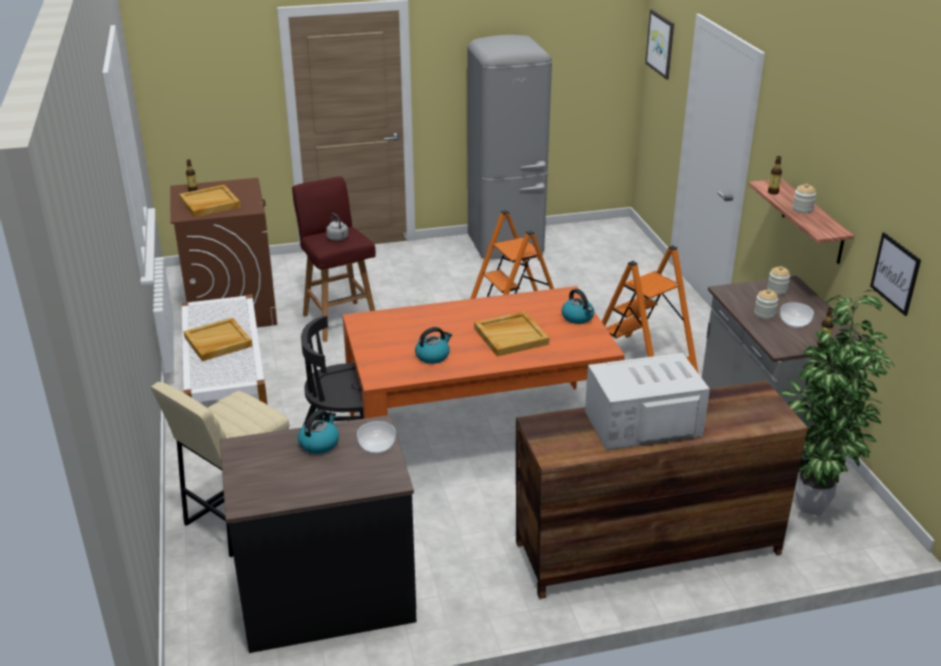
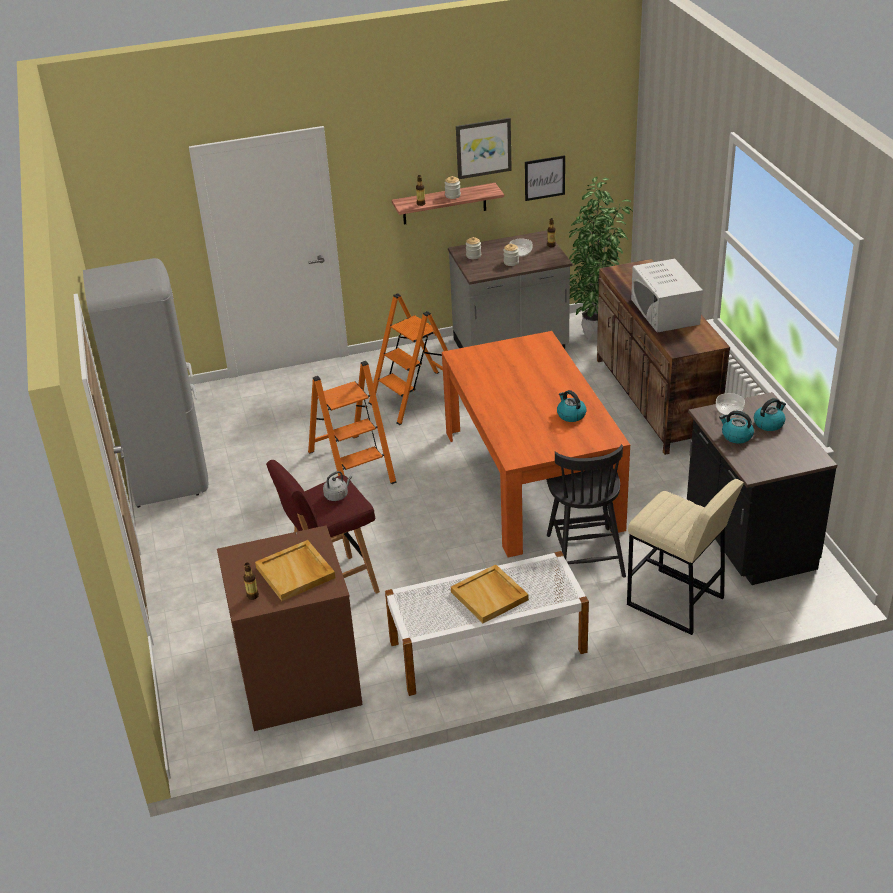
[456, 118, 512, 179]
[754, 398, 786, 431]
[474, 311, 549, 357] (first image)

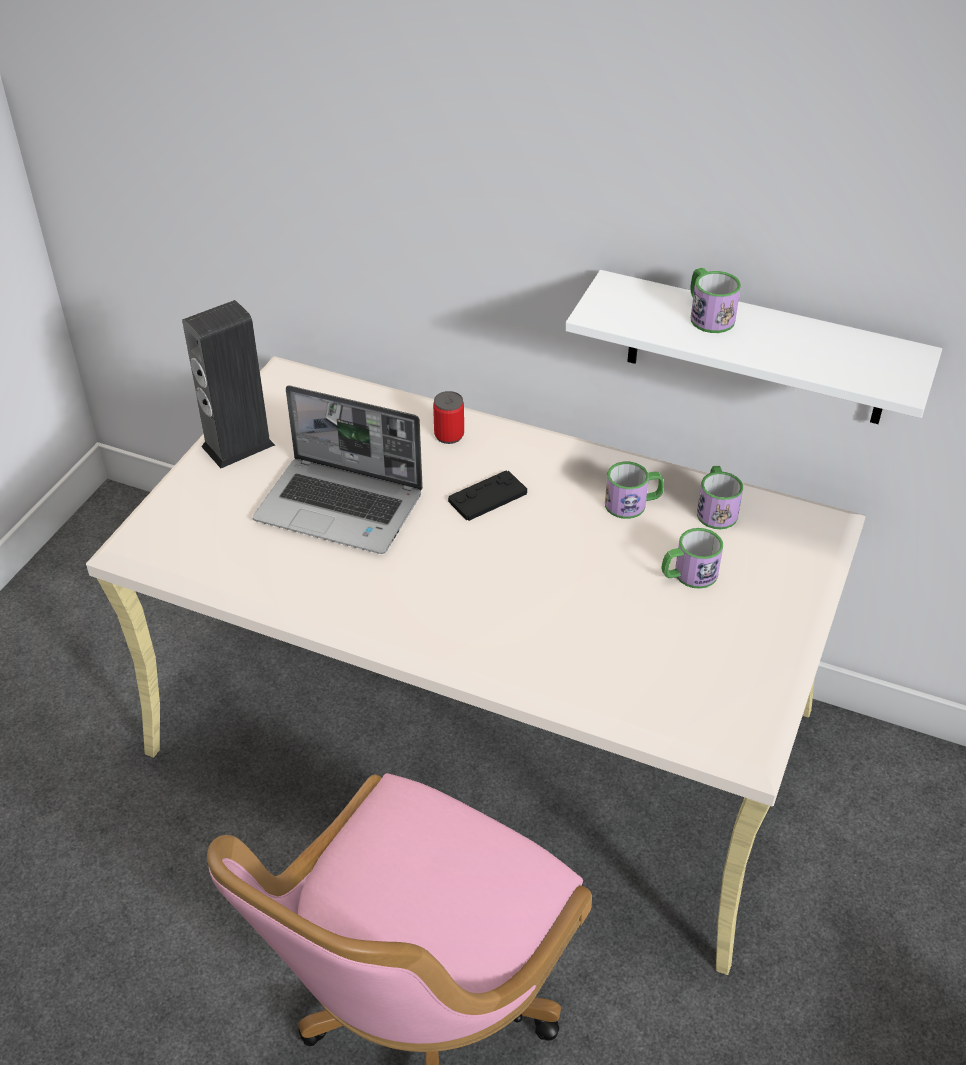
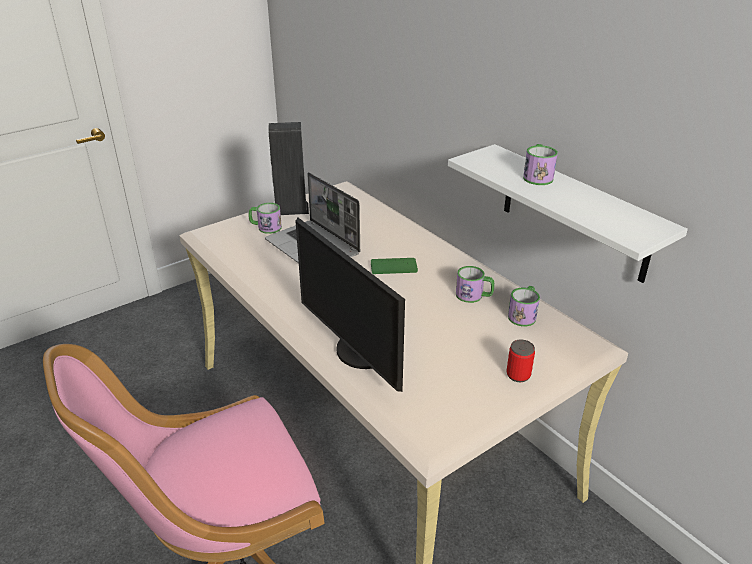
[507, 340, 535, 382]
[371, 258, 418, 274]
[249, 203, 282, 234]
[296, 218, 405, 392]

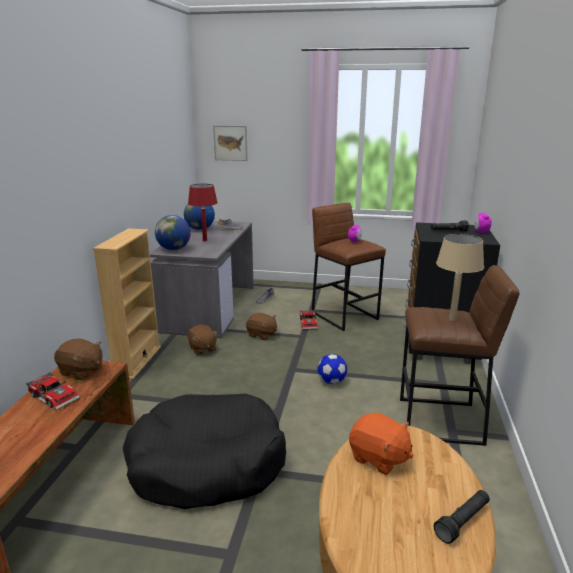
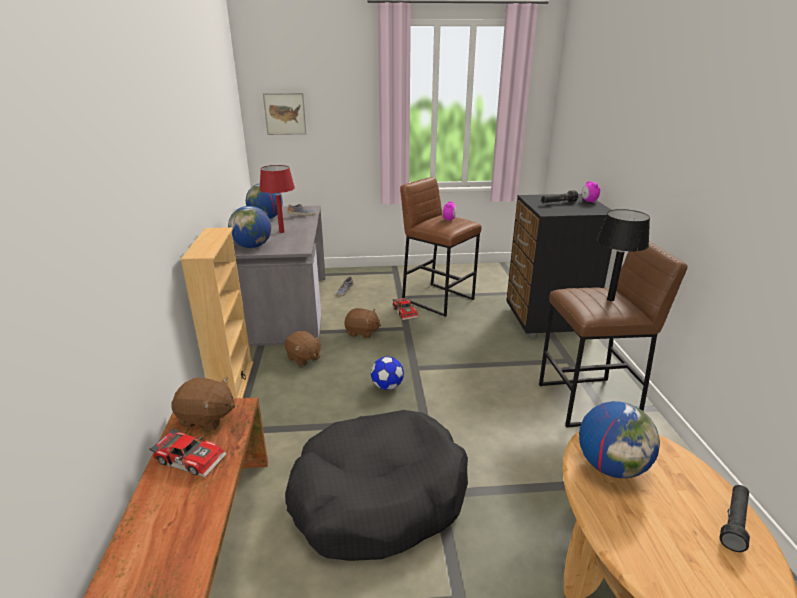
[597, 209, 650, 301]
[371, 357, 404, 390]
[579, 401, 660, 478]

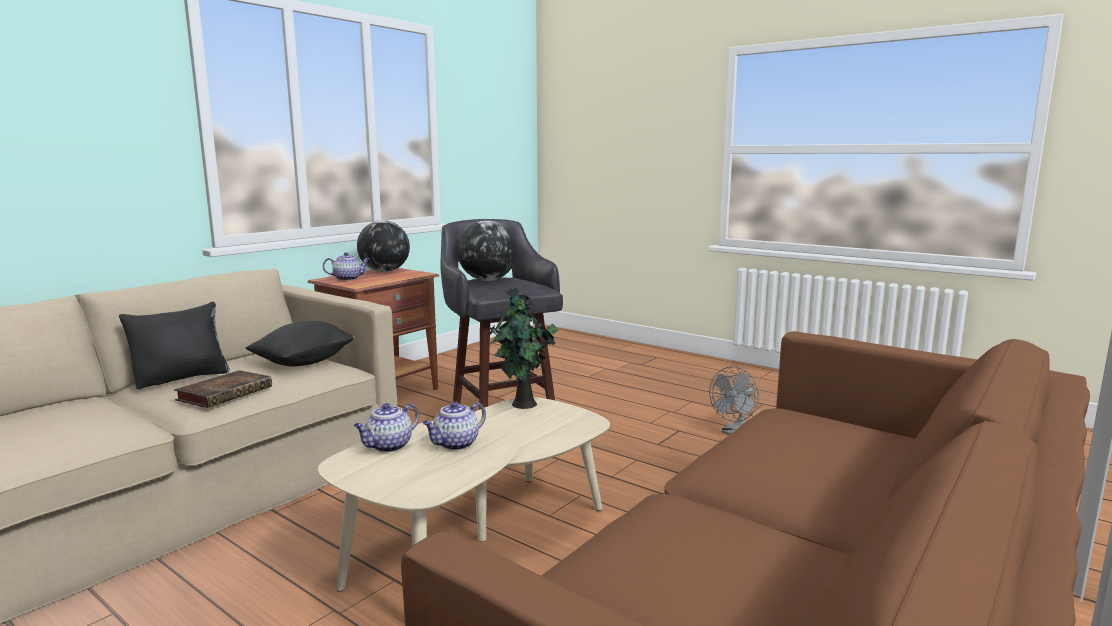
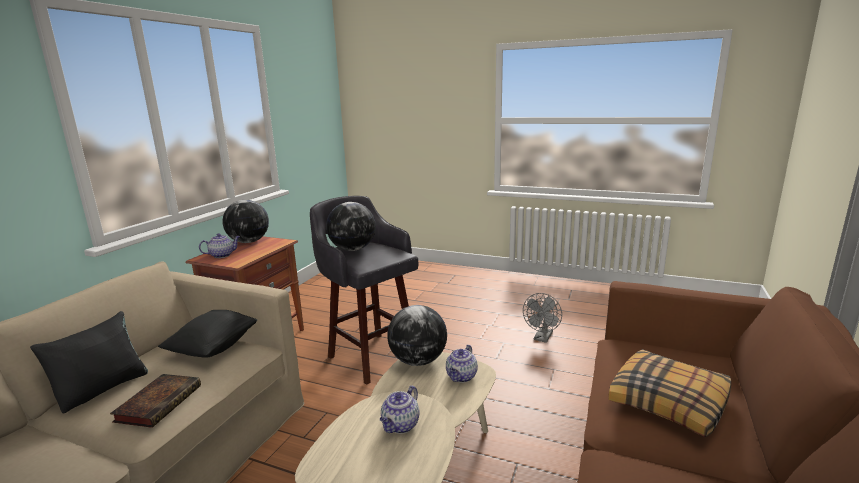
[387, 305, 447, 366]
[446, 345, 478, 382]
[608, 349, 731, 437]

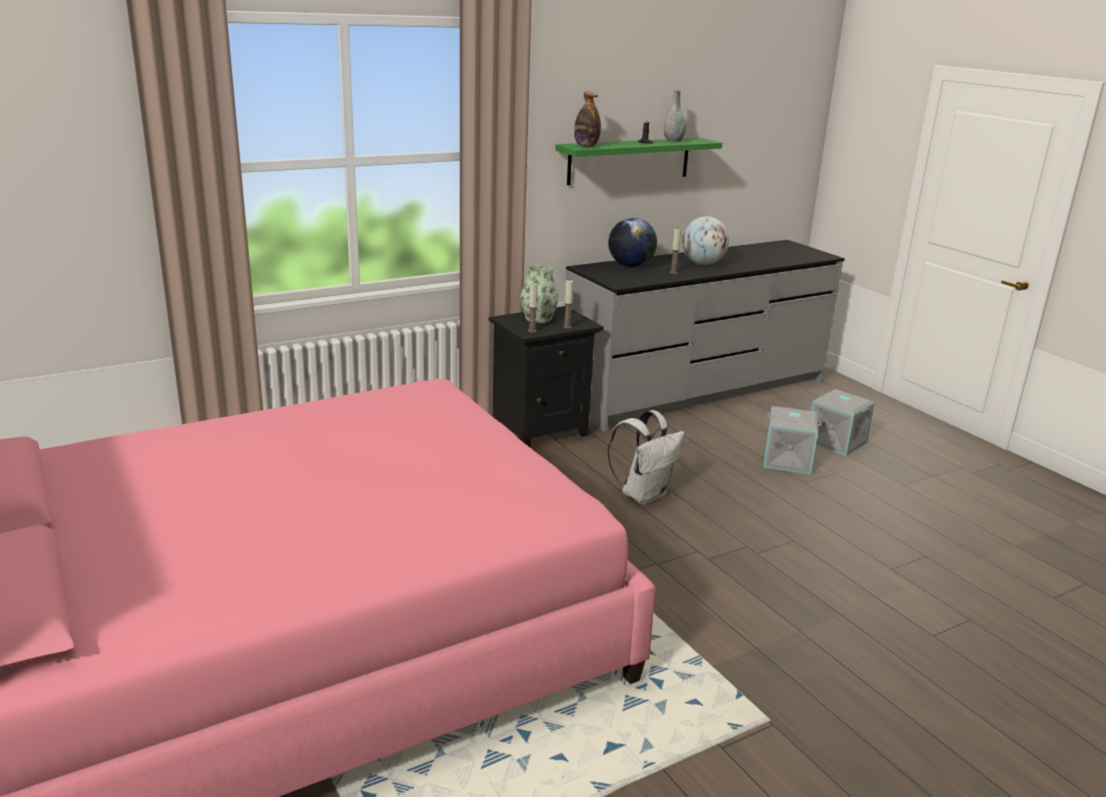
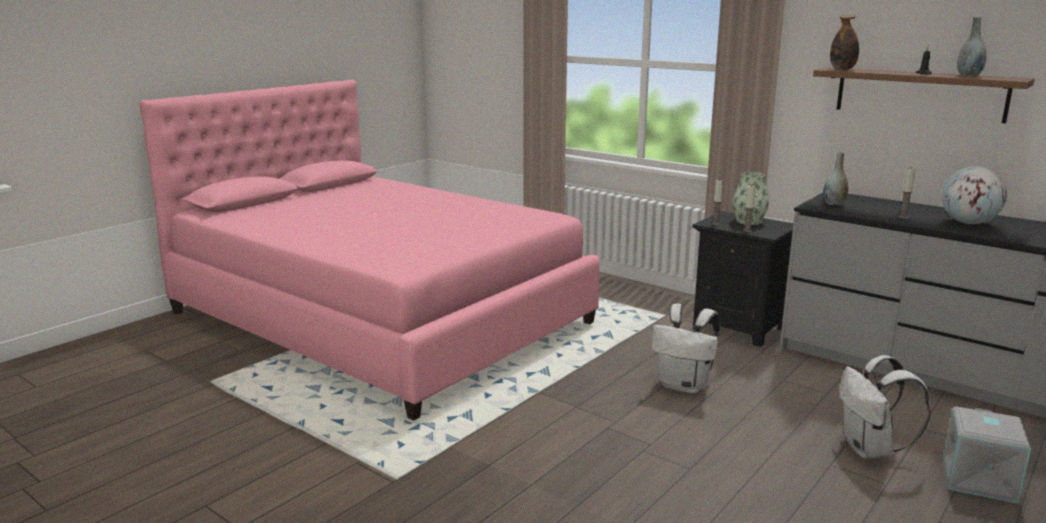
[813, 67, 1035, 123]
[608, 218, 657, 267] (first image)
[839, 355, 931, 459]
[823, 152, 848, 206]

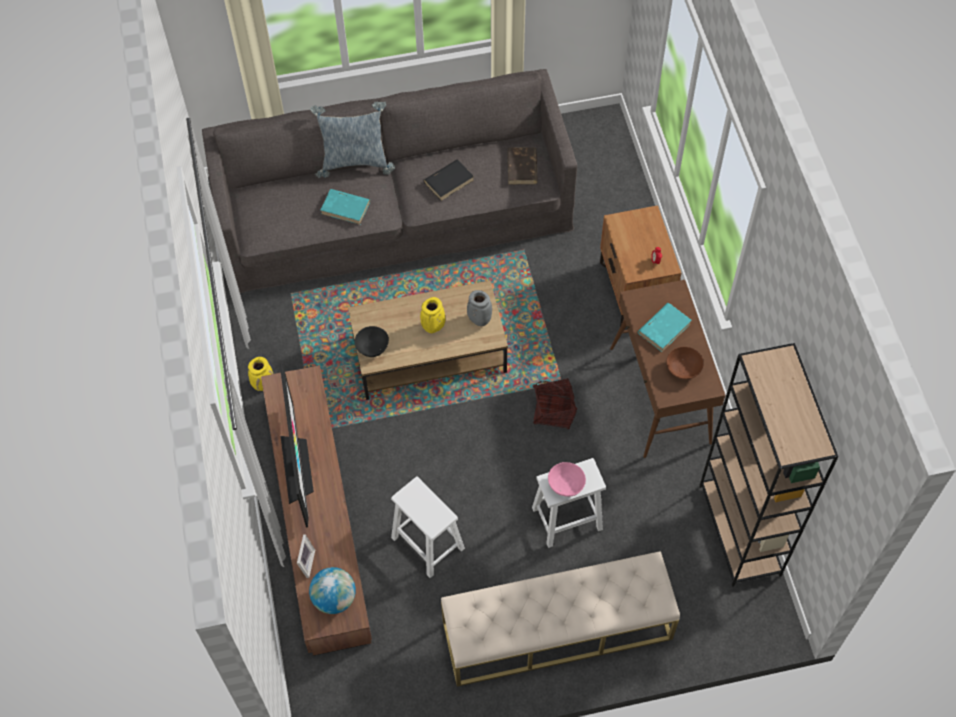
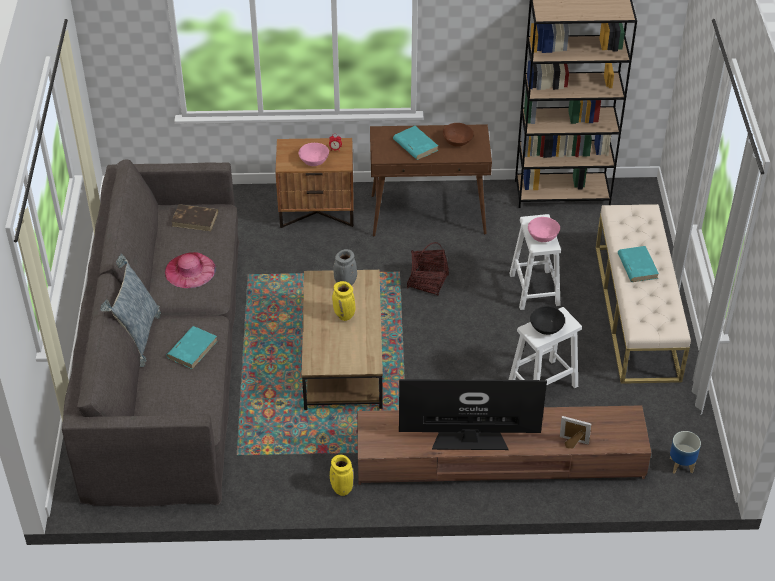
[165, 252, 216, 288]
[530, 306, 565, 335]
[309, 567, 356, 614] (first image)
[299, 143, 329, 166]
[618, 246, 659, 282]
[670, 431, 701, 473]

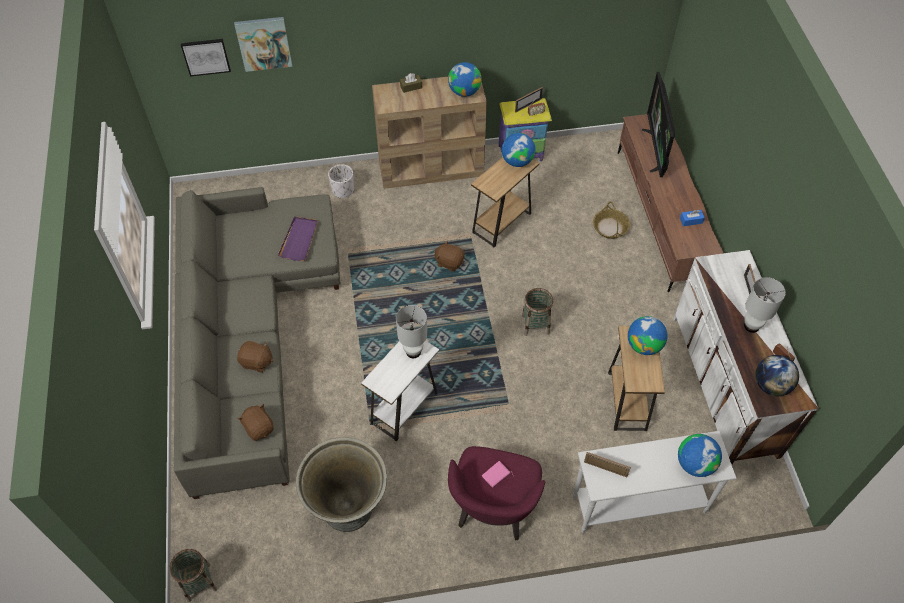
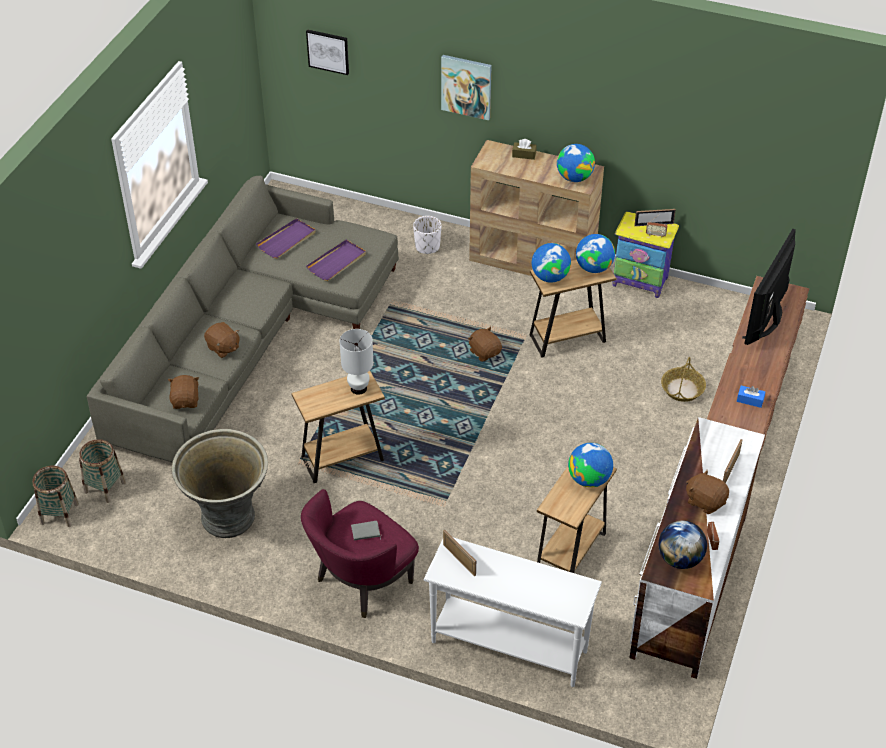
[441, 55, 492, 120]
[686, 470, 729, 514]
[79, 439, 126, 503]
[291, 371, 385, 483]
[532, 243, 571, 283]
[351, 521, 381, 540]
[256, 218, 316, 258]

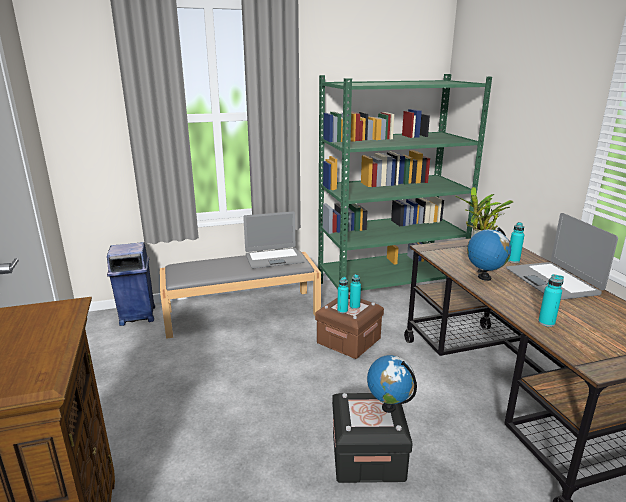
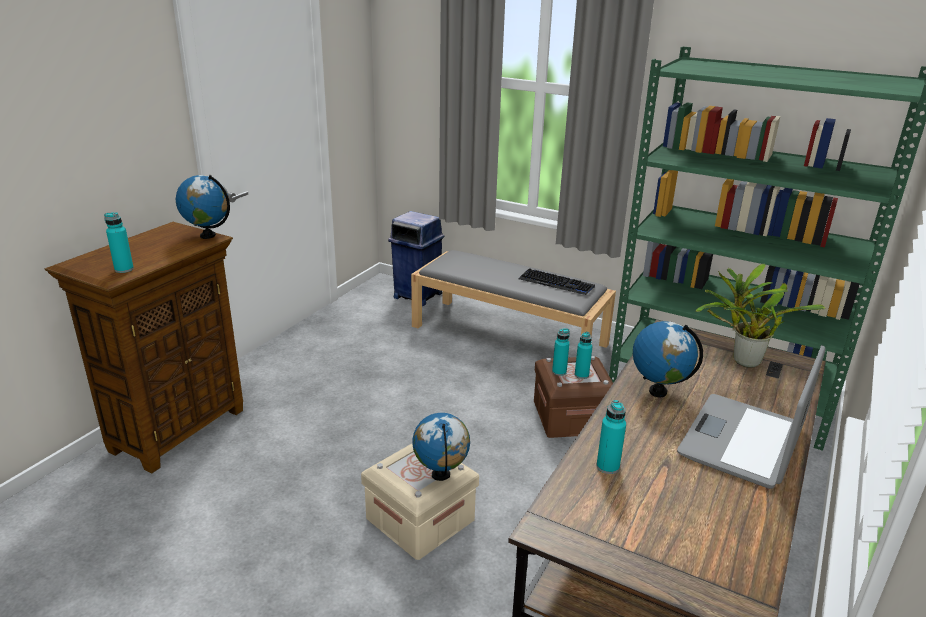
[519, 268, 595, 295]
[104, 212, 134, 273]
[361, 444, 479, 560]
[176, 175, 230, 239]

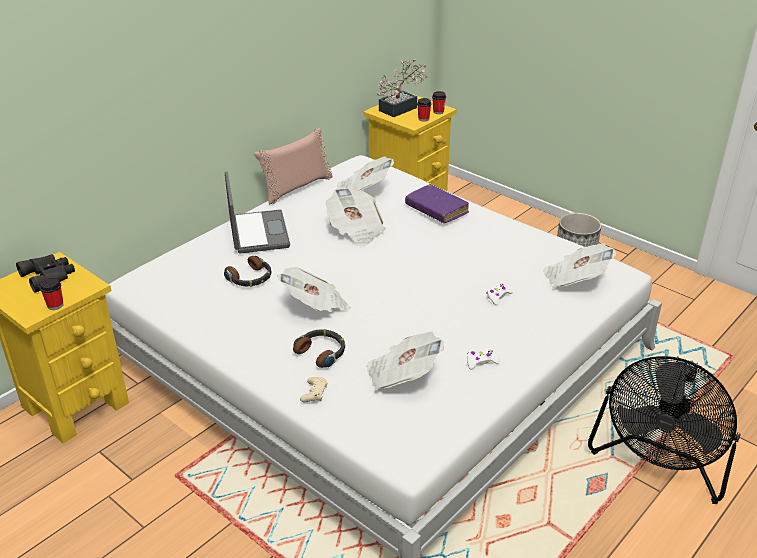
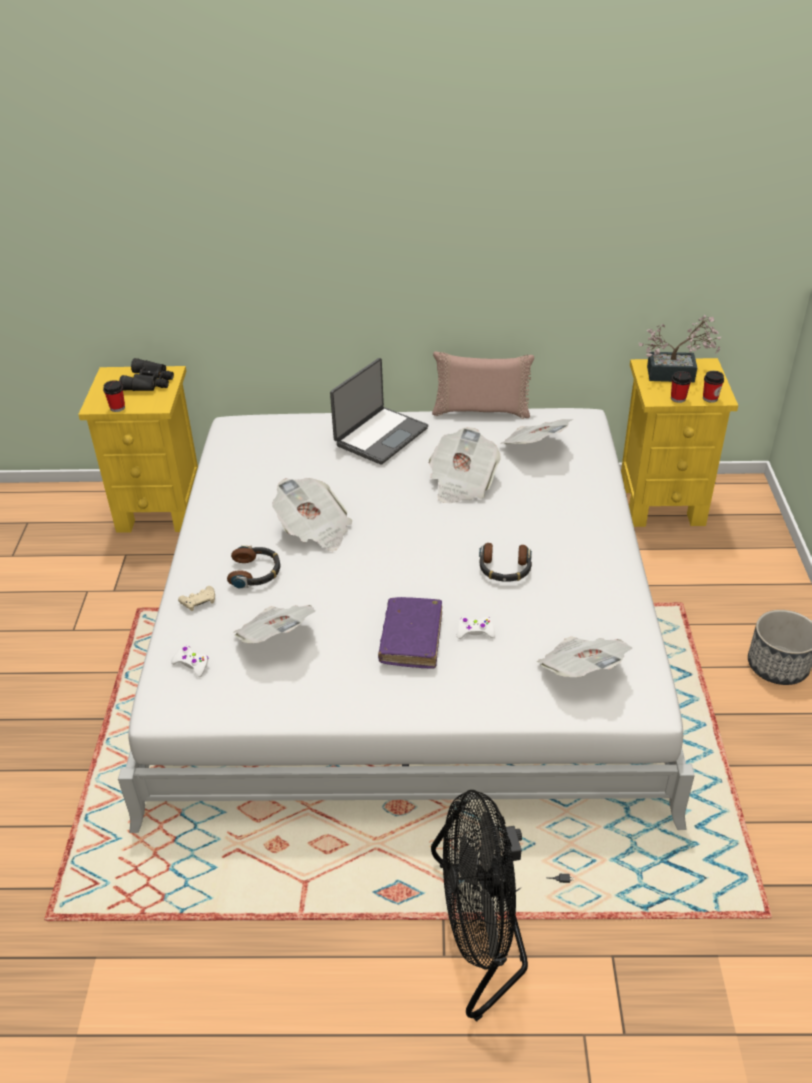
[378, 597, 442, 669]
[479, 543, 532, 582]
[171, 646, 209, 677]

